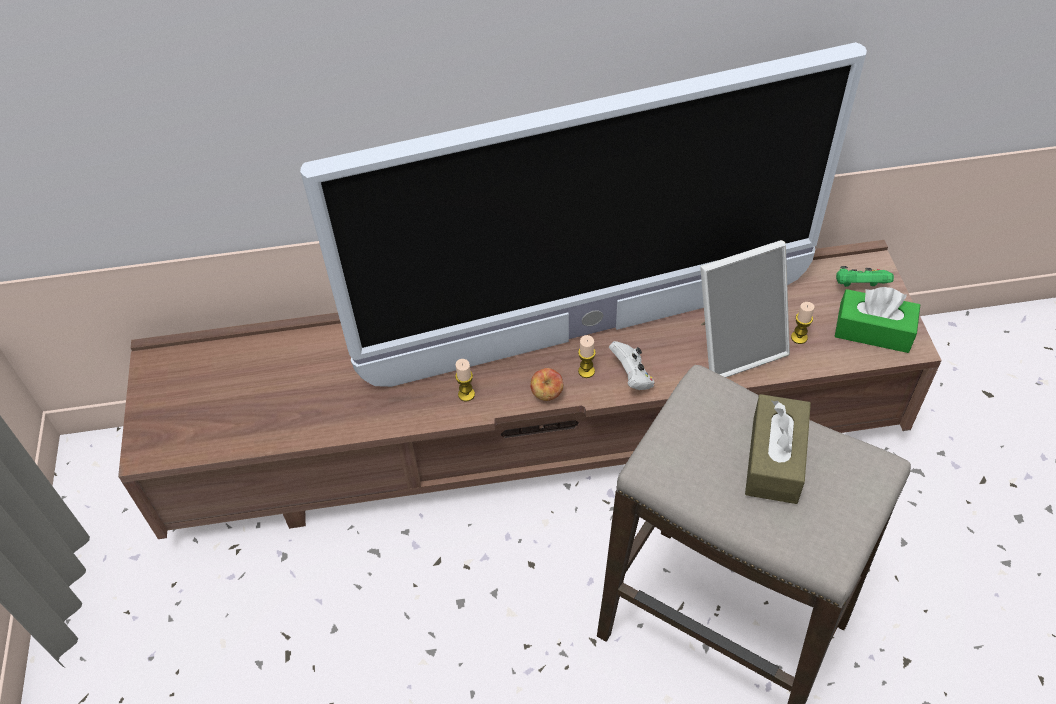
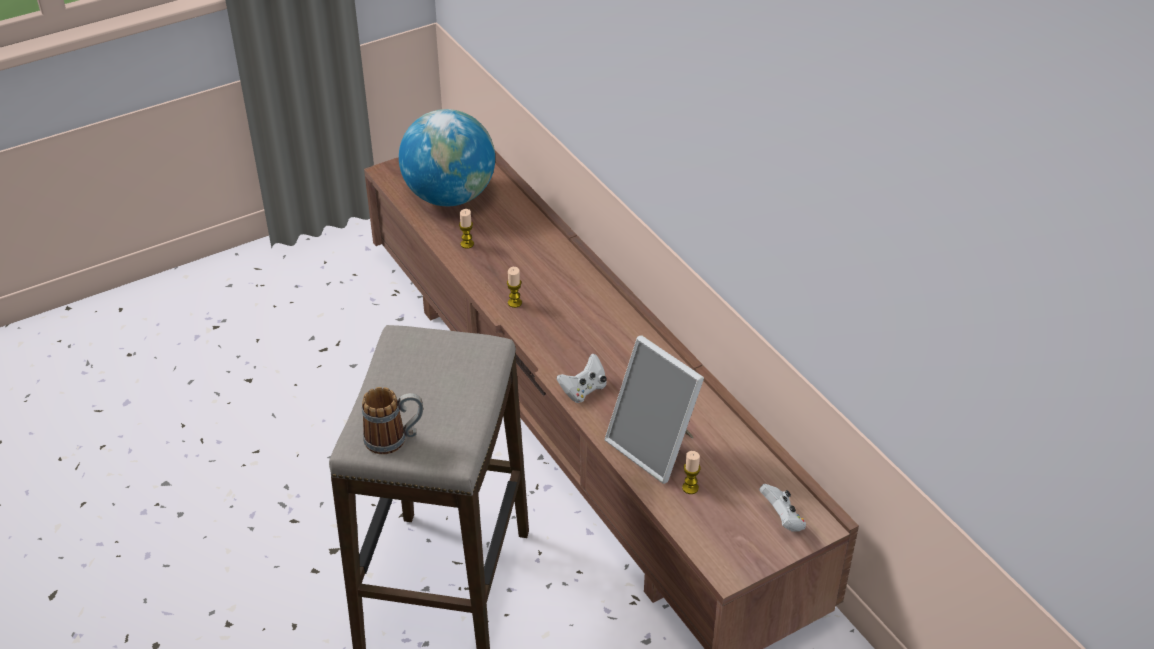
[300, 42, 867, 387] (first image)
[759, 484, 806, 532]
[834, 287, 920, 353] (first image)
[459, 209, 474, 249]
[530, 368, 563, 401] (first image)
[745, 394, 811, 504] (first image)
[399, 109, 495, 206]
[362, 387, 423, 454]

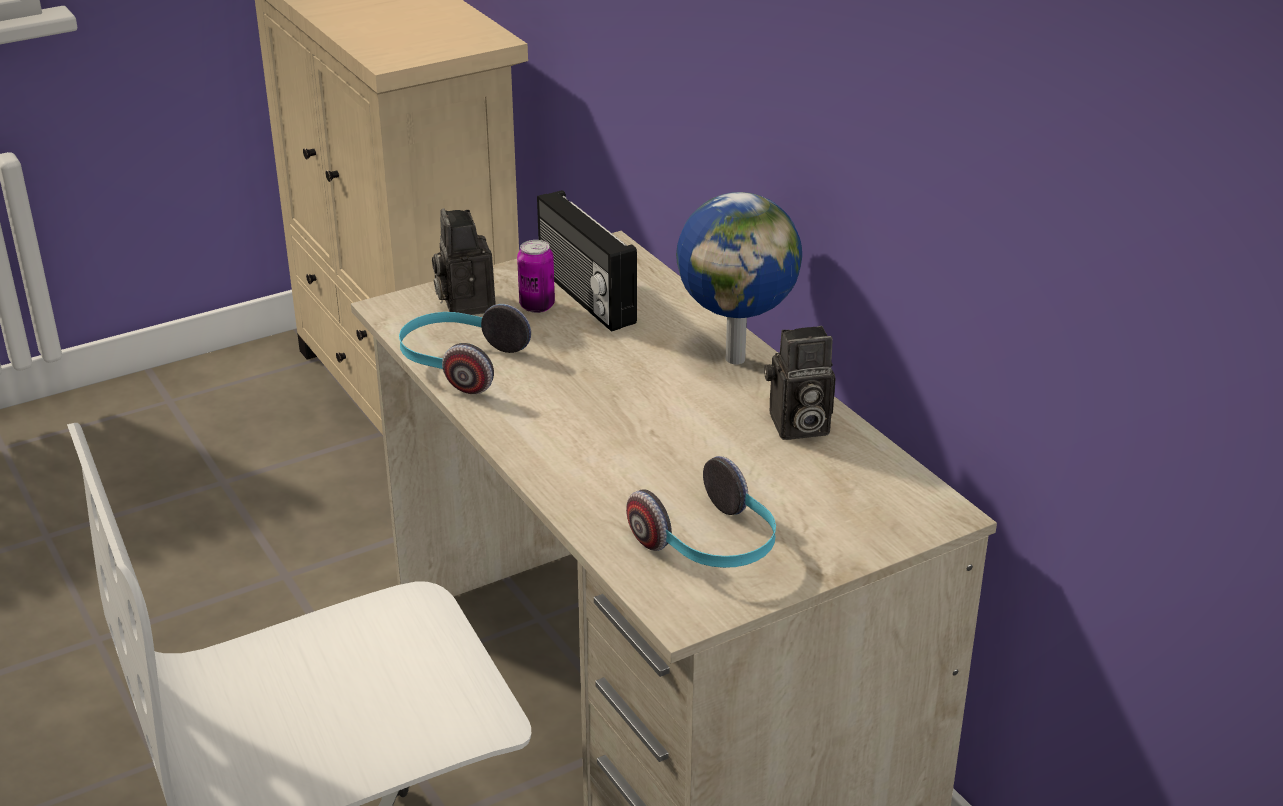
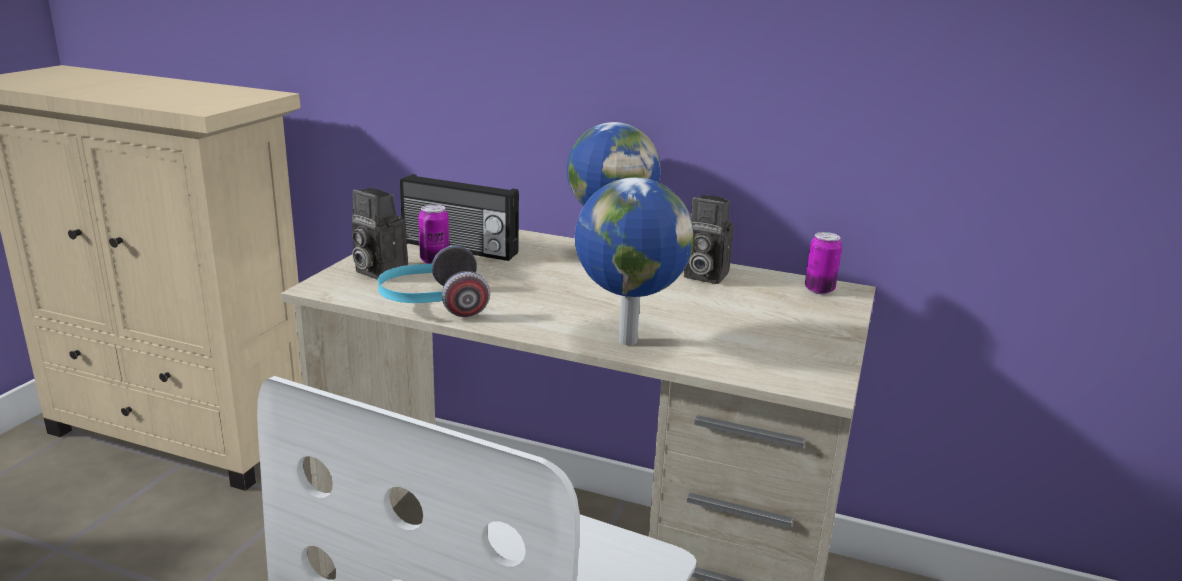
[684, 195, 734, 284]
[626, 456, 776, 568] (first image)
[575, 177, 694, 345]
[805, 232, 842, 294]

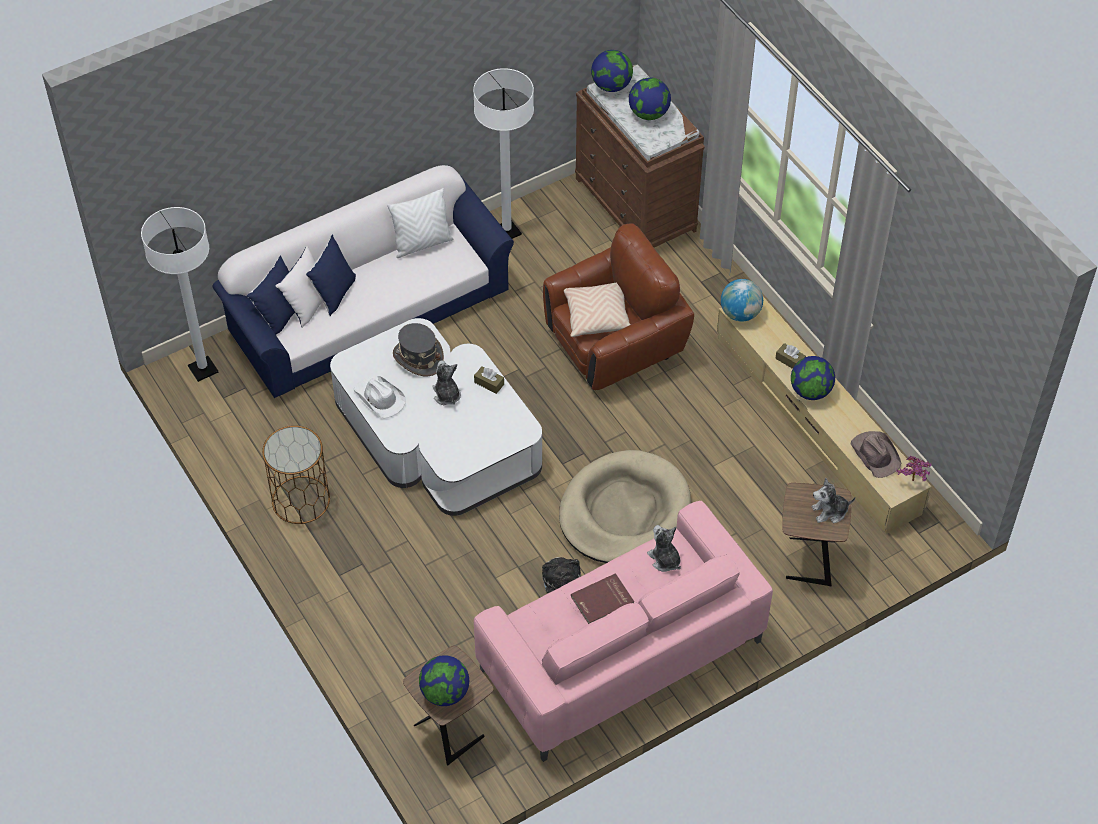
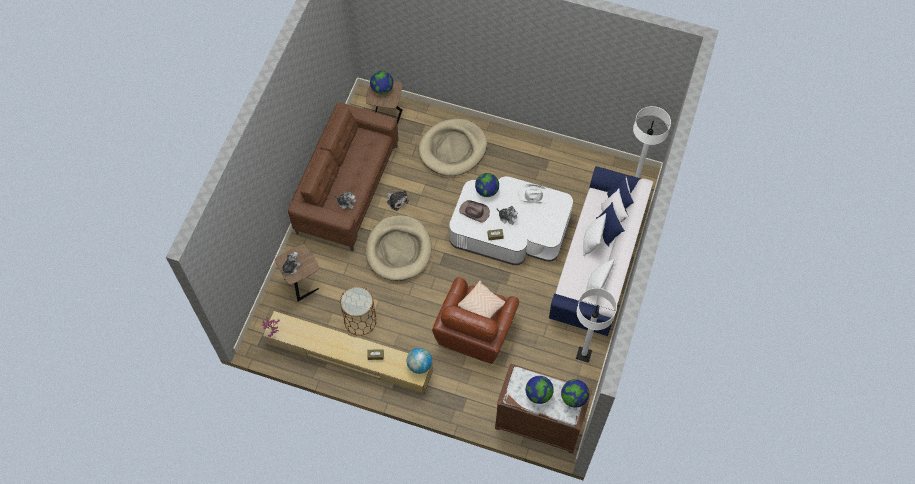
[393, 323, 444, 377] (first image)
[475, 173, 499, 197]
[340, 286, 377, 336]
[459, 200, 490, 223]
[288, 102, 398, 251]
[571, 573, 635, 624] (first image)
[419, 118, 487, 176]
[583, 213, 606, 256]

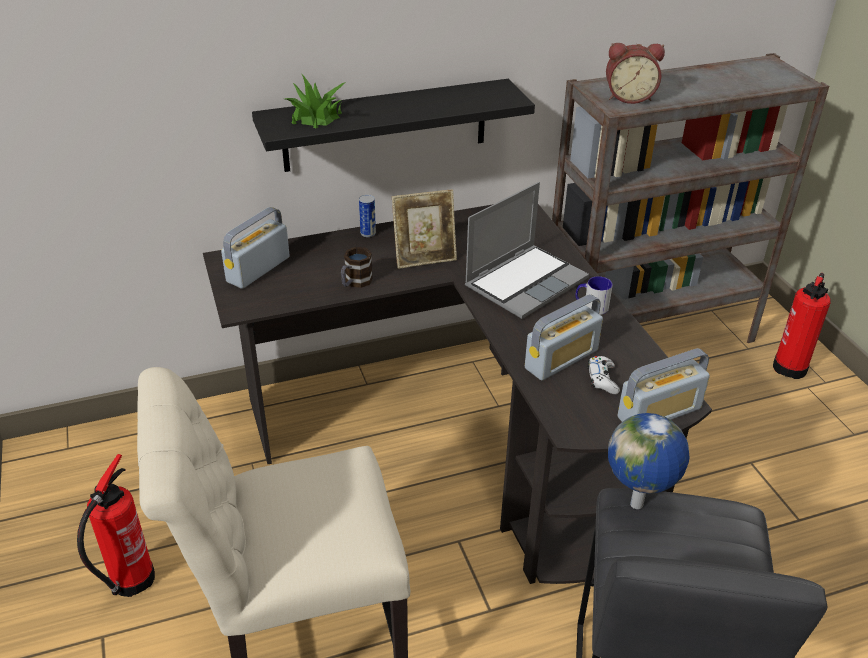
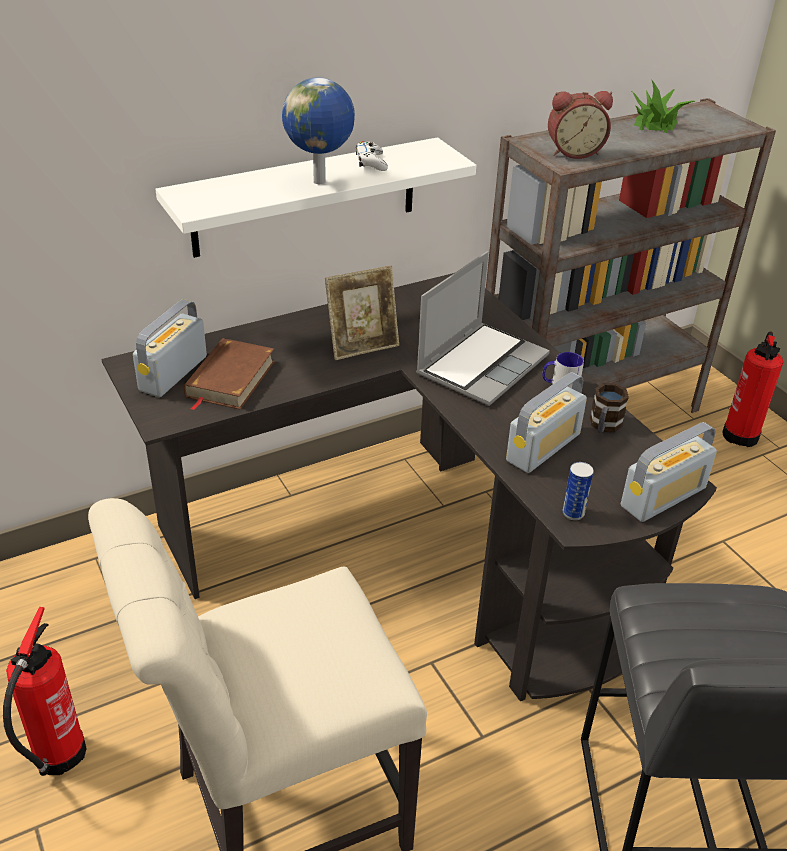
[633, 79, 695, 133]
[156, 137, 476, 258]
[563, 462, 594, 520]
[590, 383, 629, 433]
[356, 141, 388, 171]
[282, 77, 355, 184]
[184, 338, 275, 410]

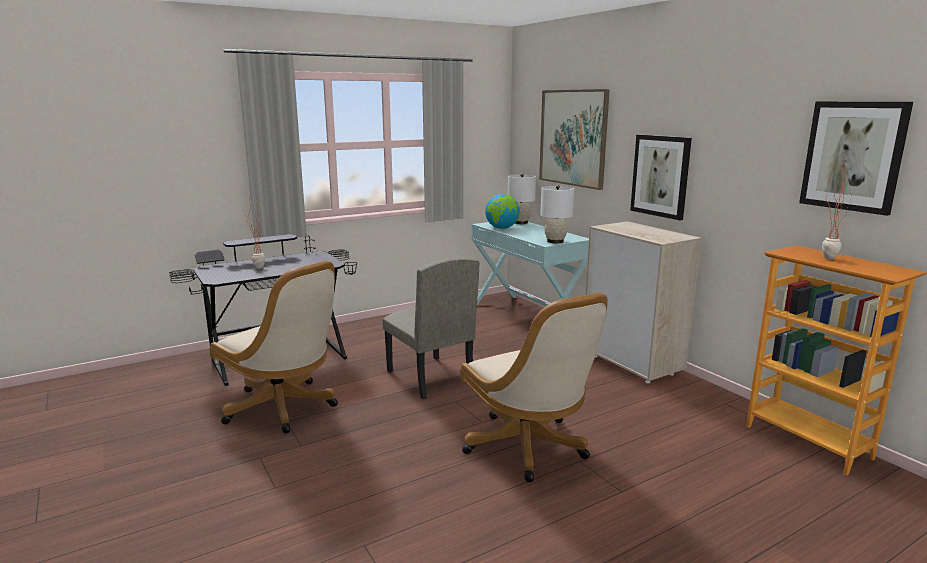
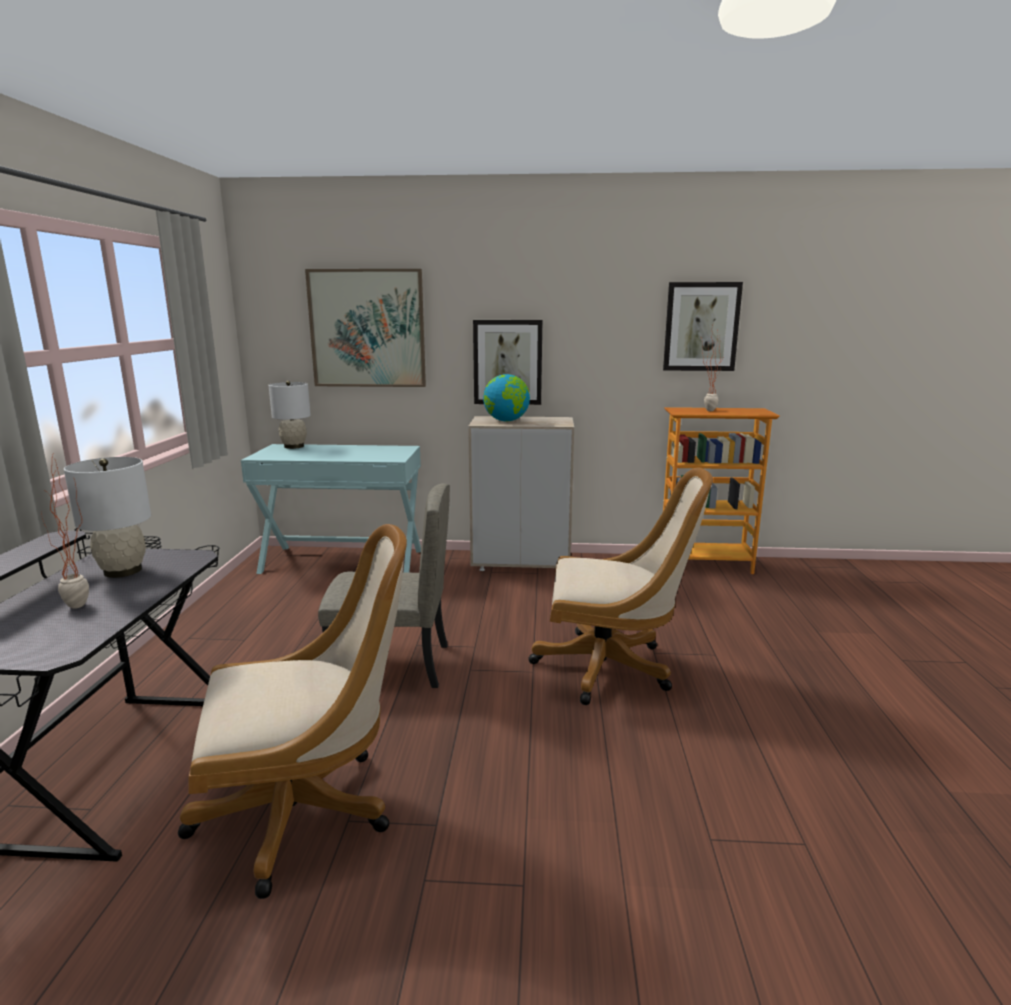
[64, 457, 151, 578]
[483, 374, 530, 422]

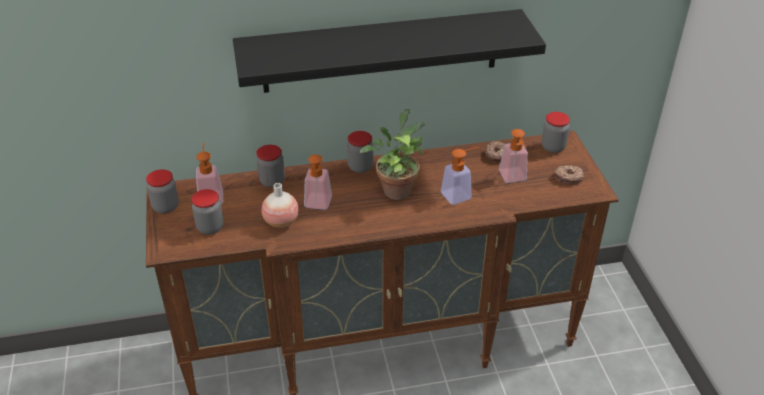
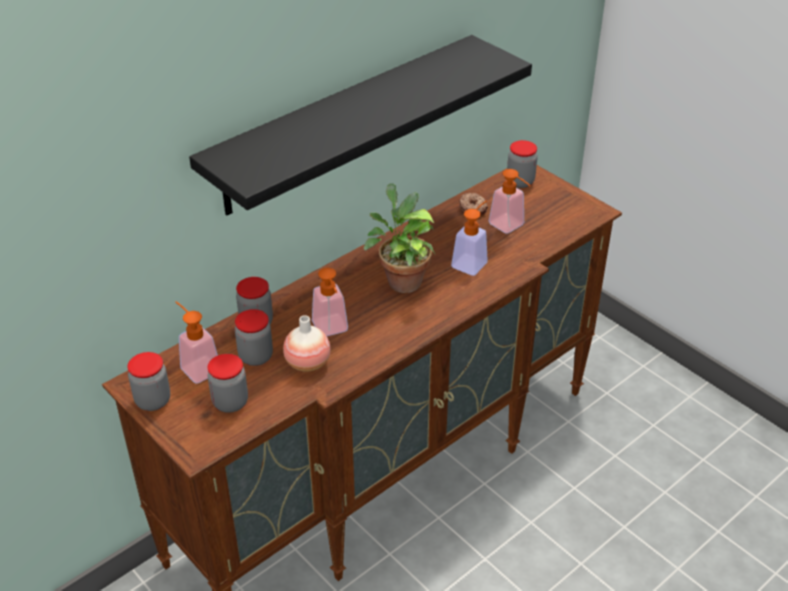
[235, 309, 273, 366]
[554, 165, 584, 185] (first image)

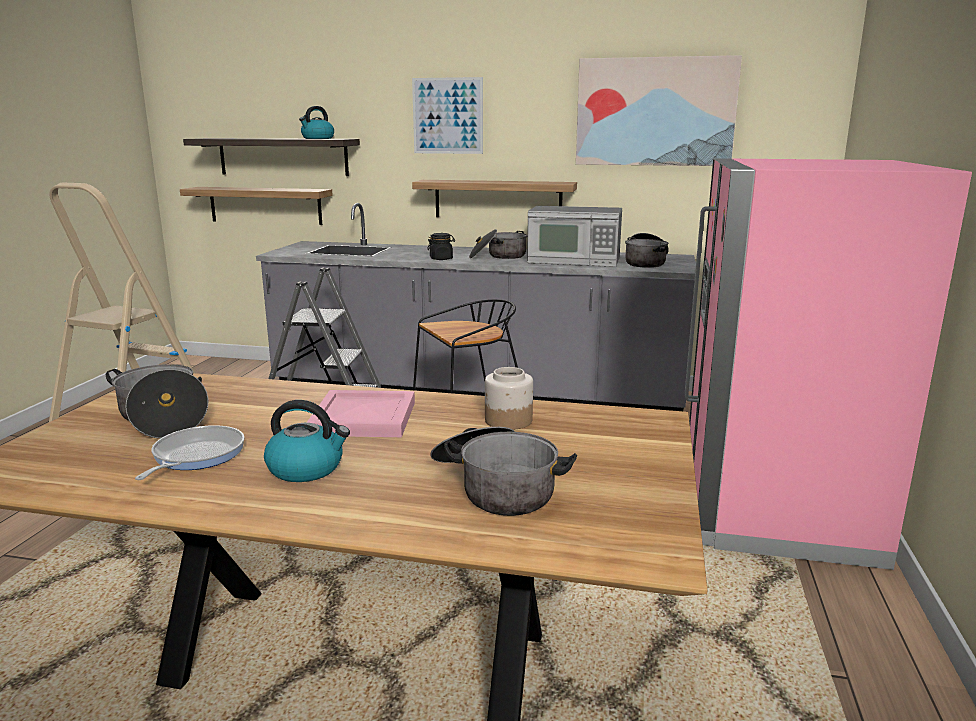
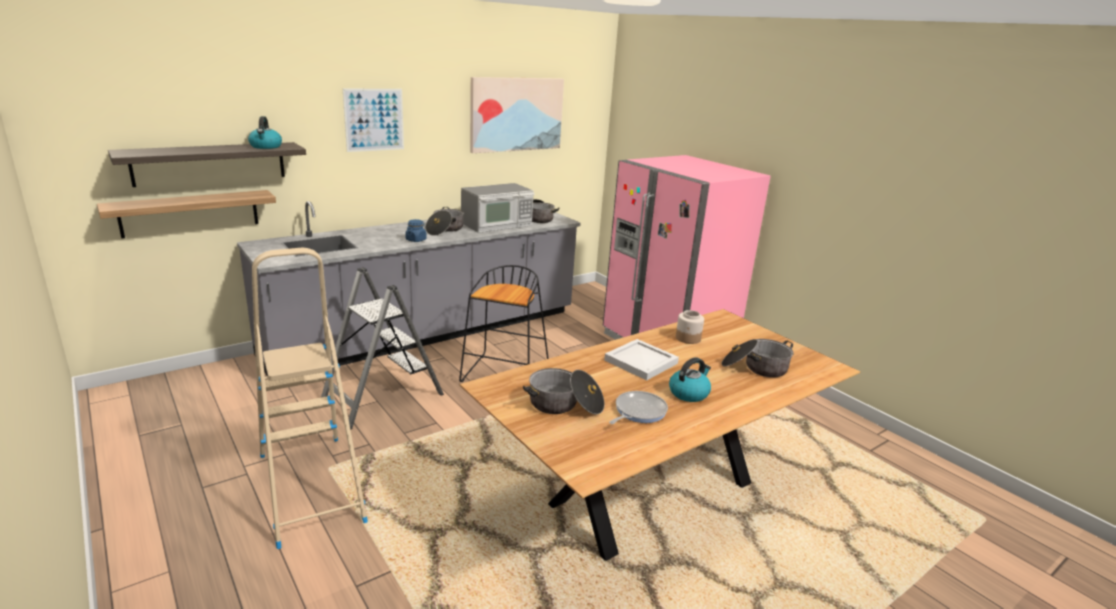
[412, 180, 577, 217] (first image)
[405, 219, 427, 242]
[604, 339, 679, 380]
[609, 391, 668, 424]

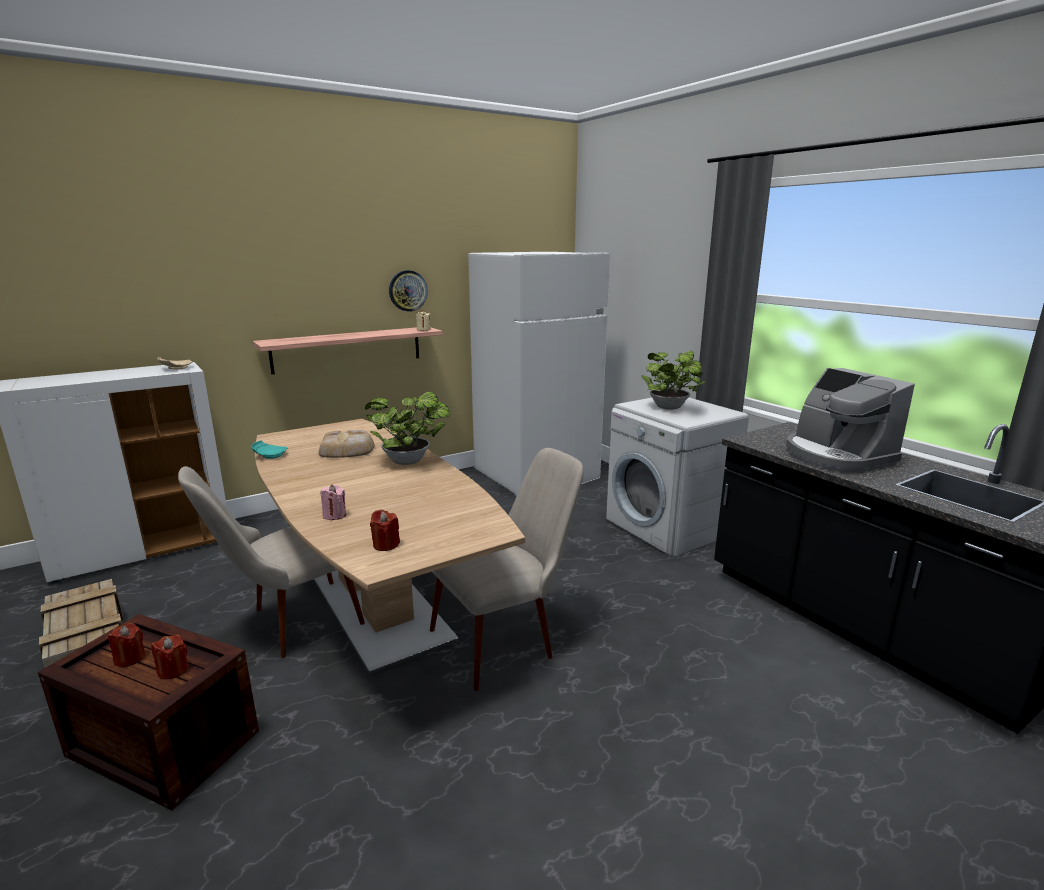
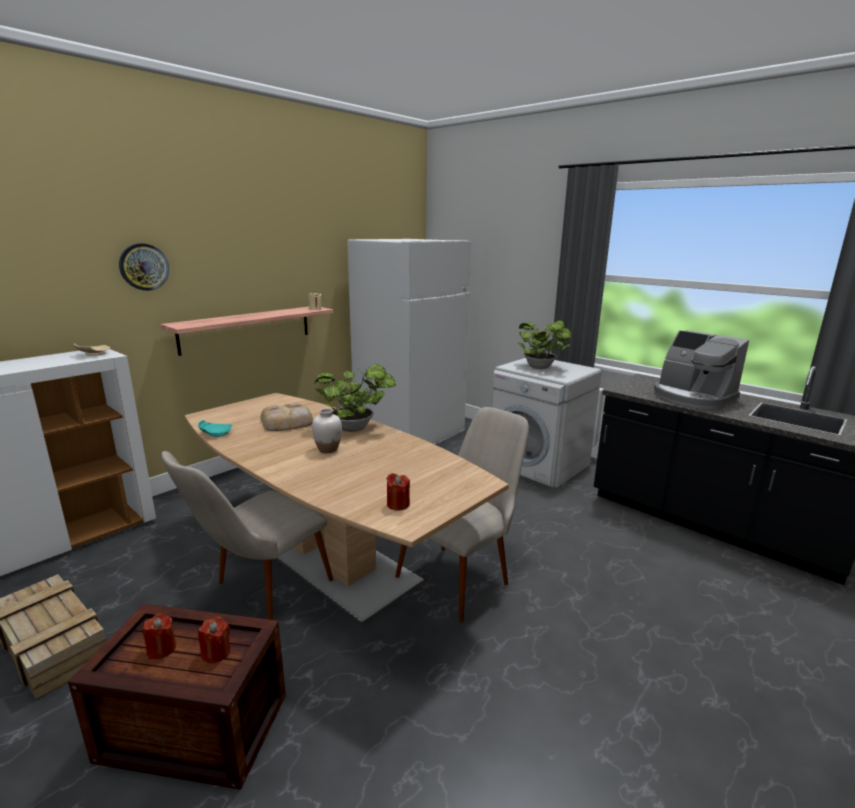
[119, 243, 169, 291]
[320, 485, 346, 520] (first image)
[312, 408, 342, 453]

